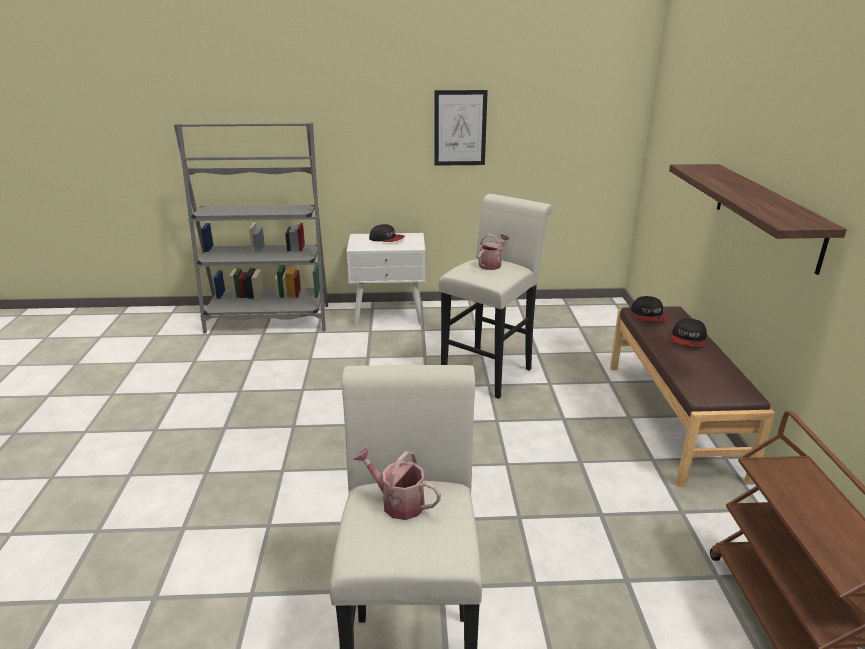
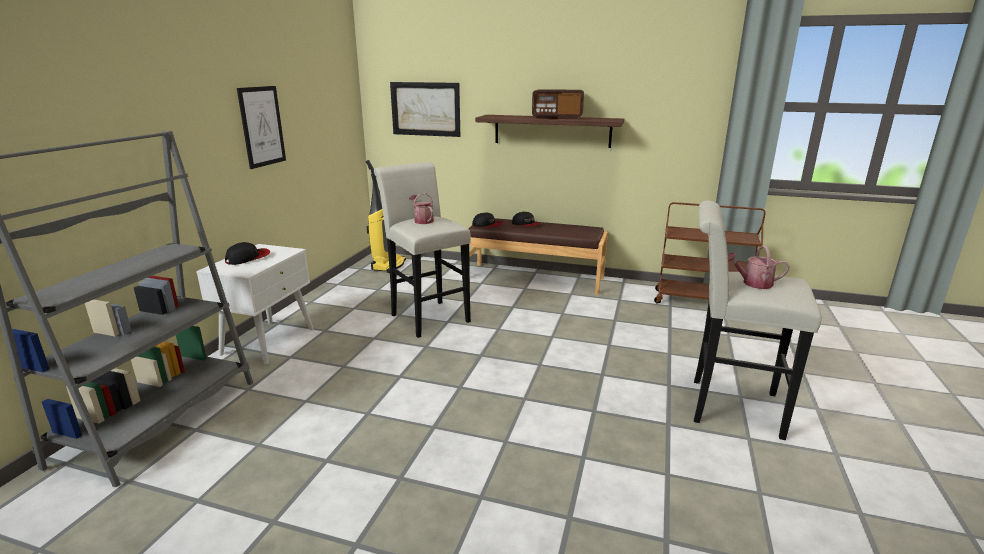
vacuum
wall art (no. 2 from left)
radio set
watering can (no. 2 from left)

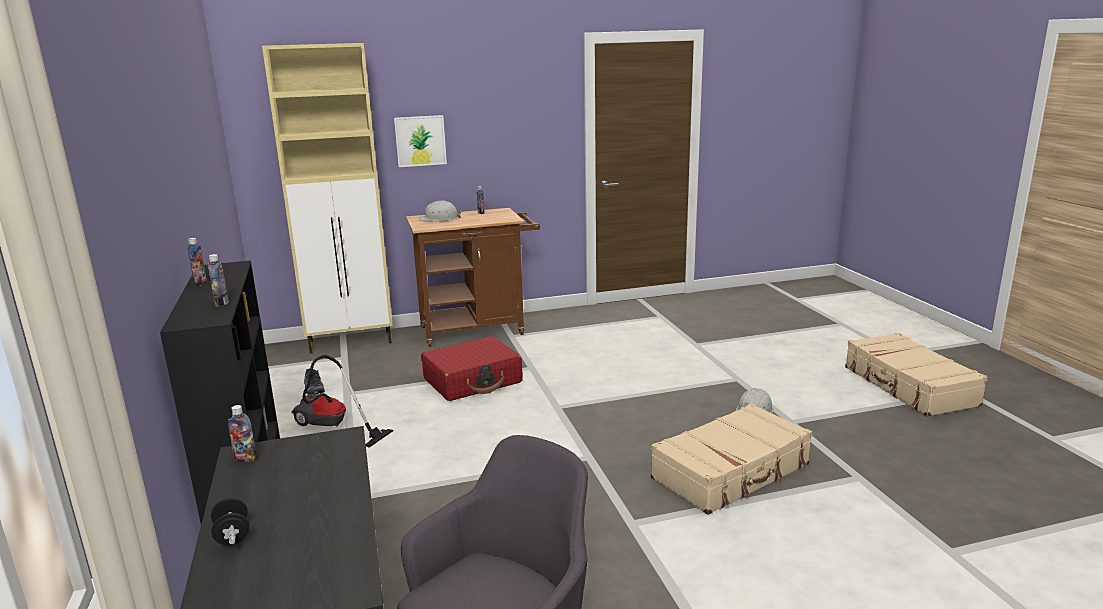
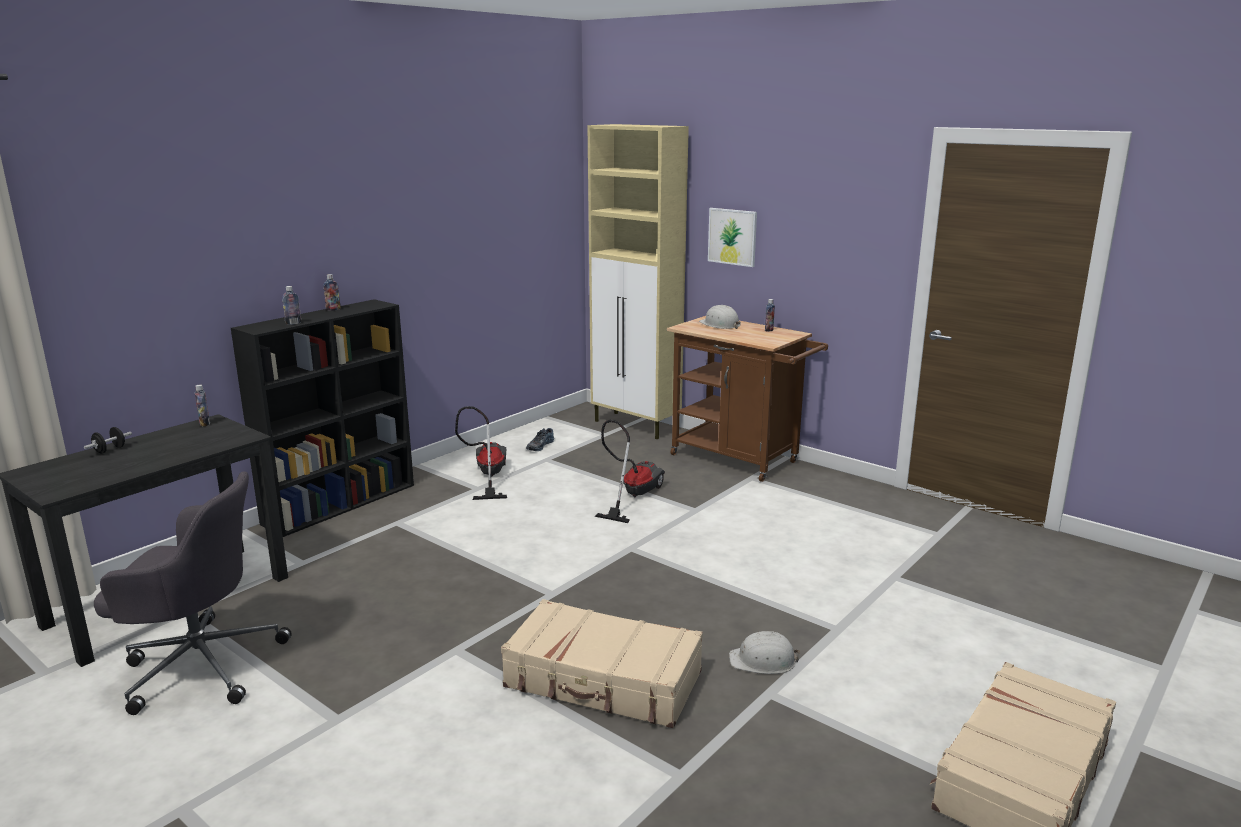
vacuum (no. 2 from left)

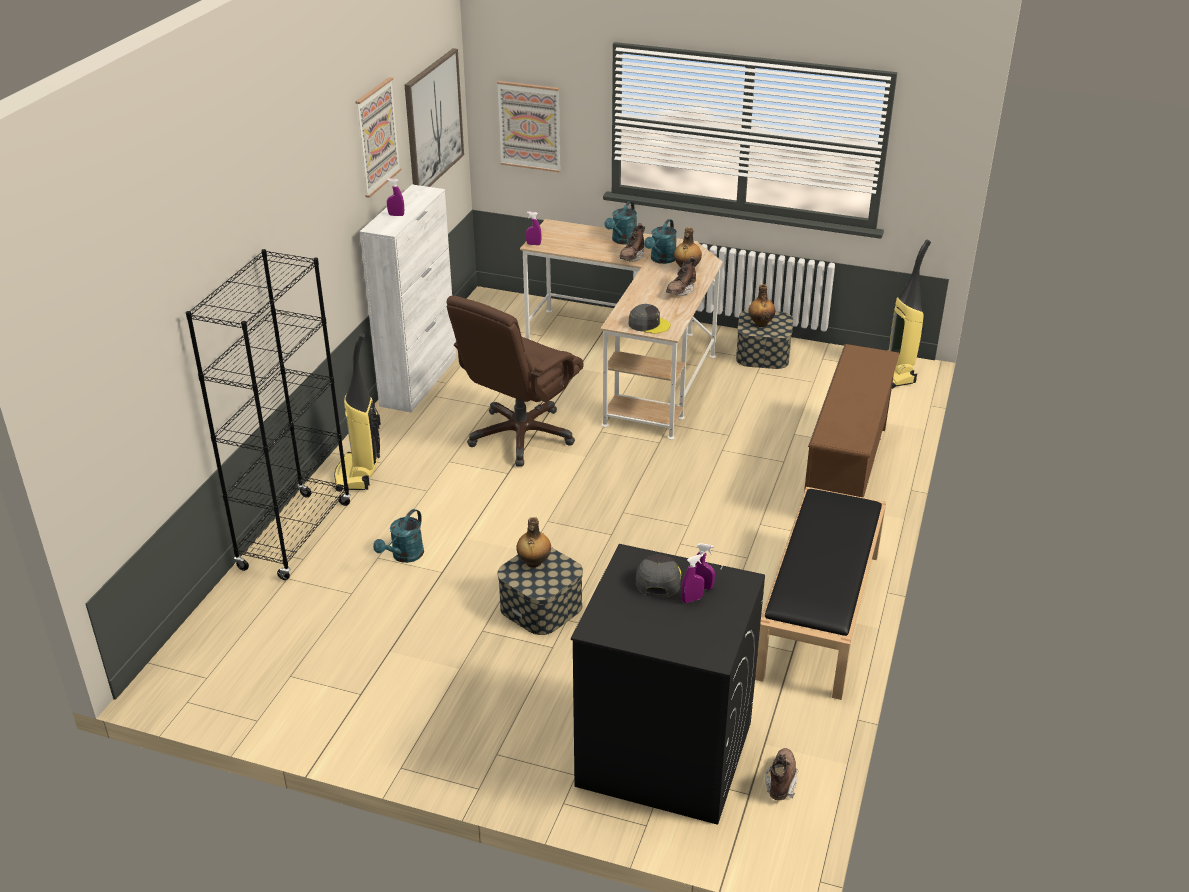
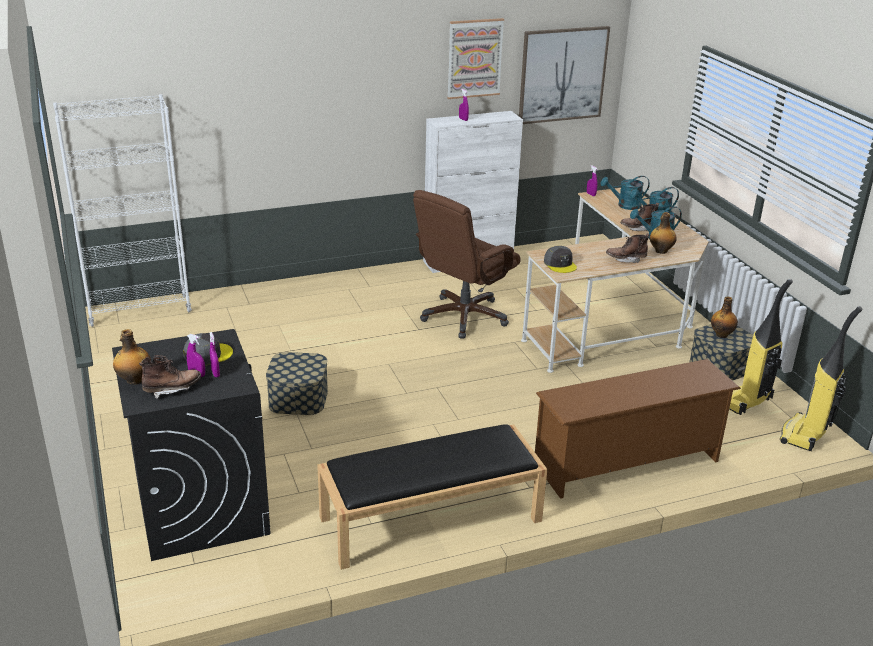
bookcase (whitish)
bottle (no. 1 from left)
tall boot (brown) (no. 1 from left)
office chair (brown)
watering can (blue-green) (no. 1 from left)
vacuum (no. 1 from left)
bookcase (black)
wall art (no. 3 from left in the first image)

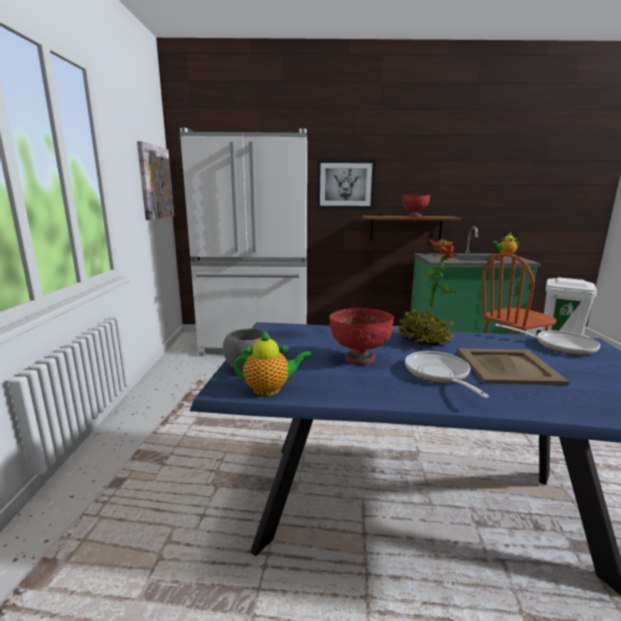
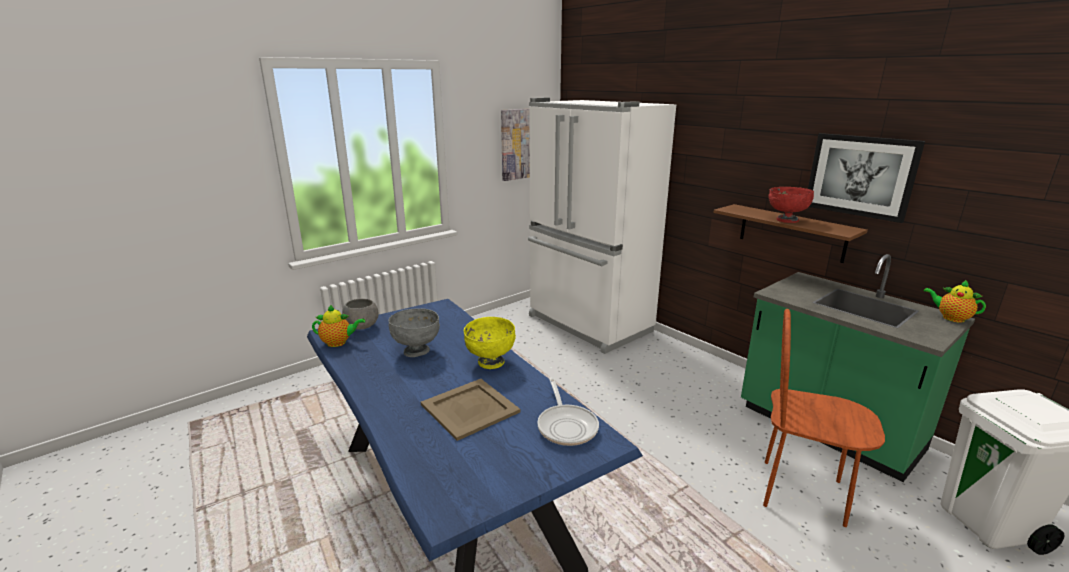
teapot (no. 1 from left)
deep dish (gray) (no. 2 from left)
deep dish (yellow-coloured)
wall art (no. 2 from left)
frying pan (no. 1 from left in the first image)

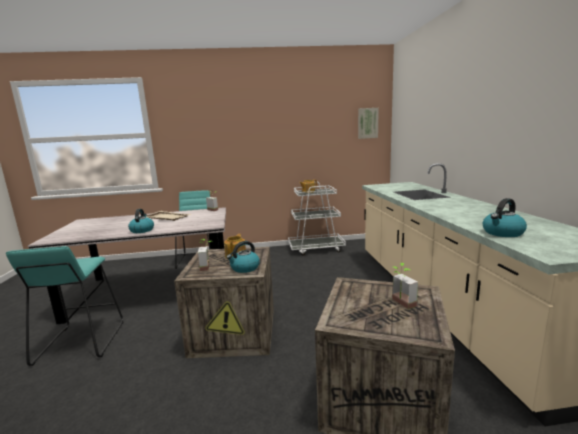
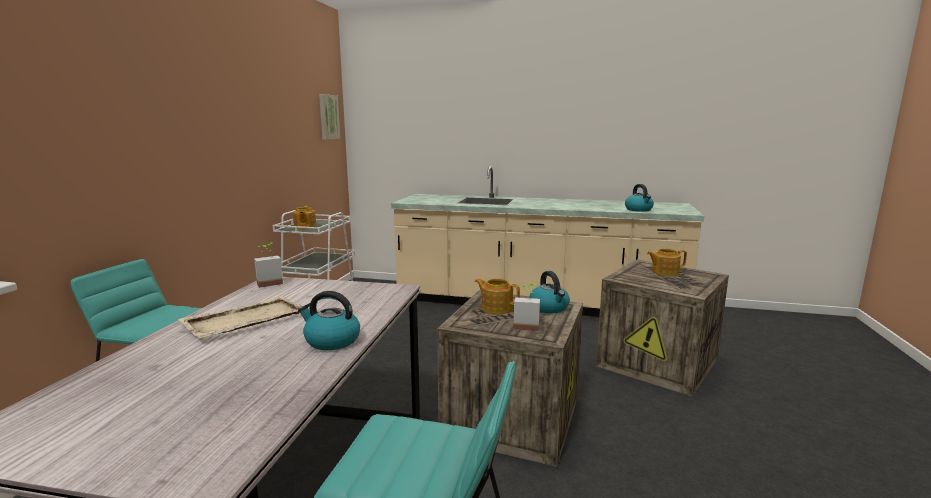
teapot (no. 3 from left)

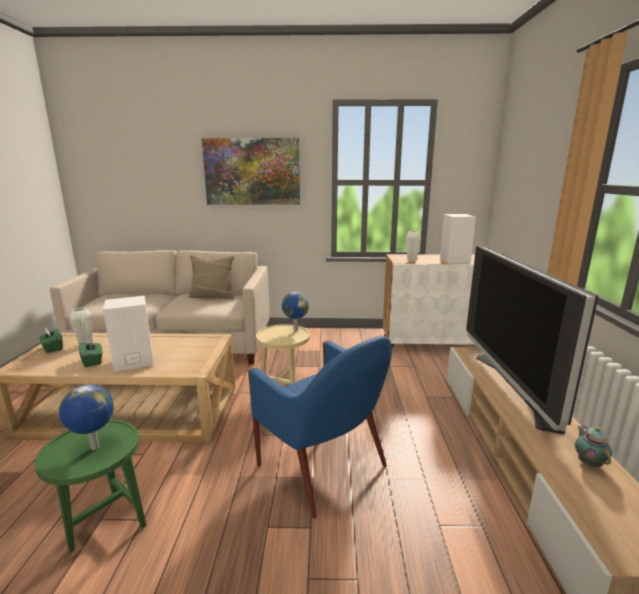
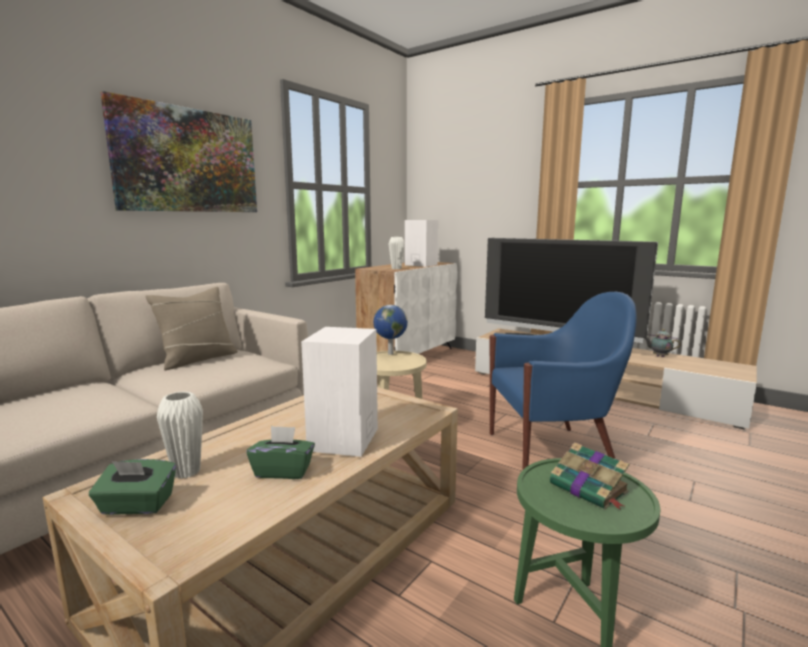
bound book

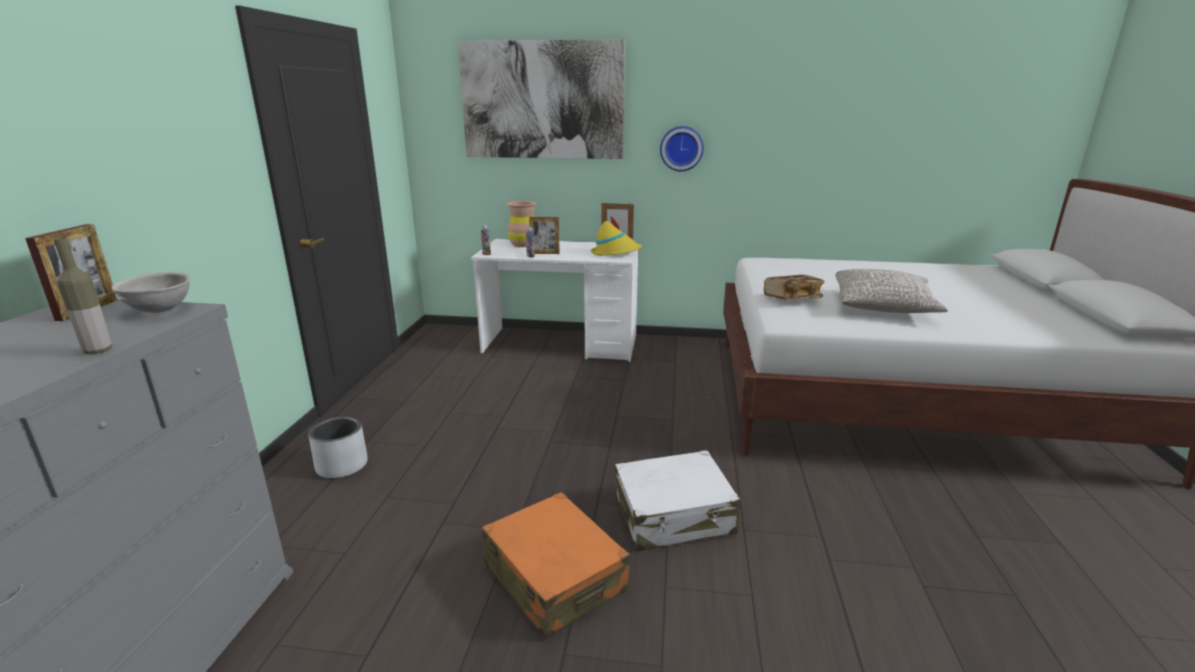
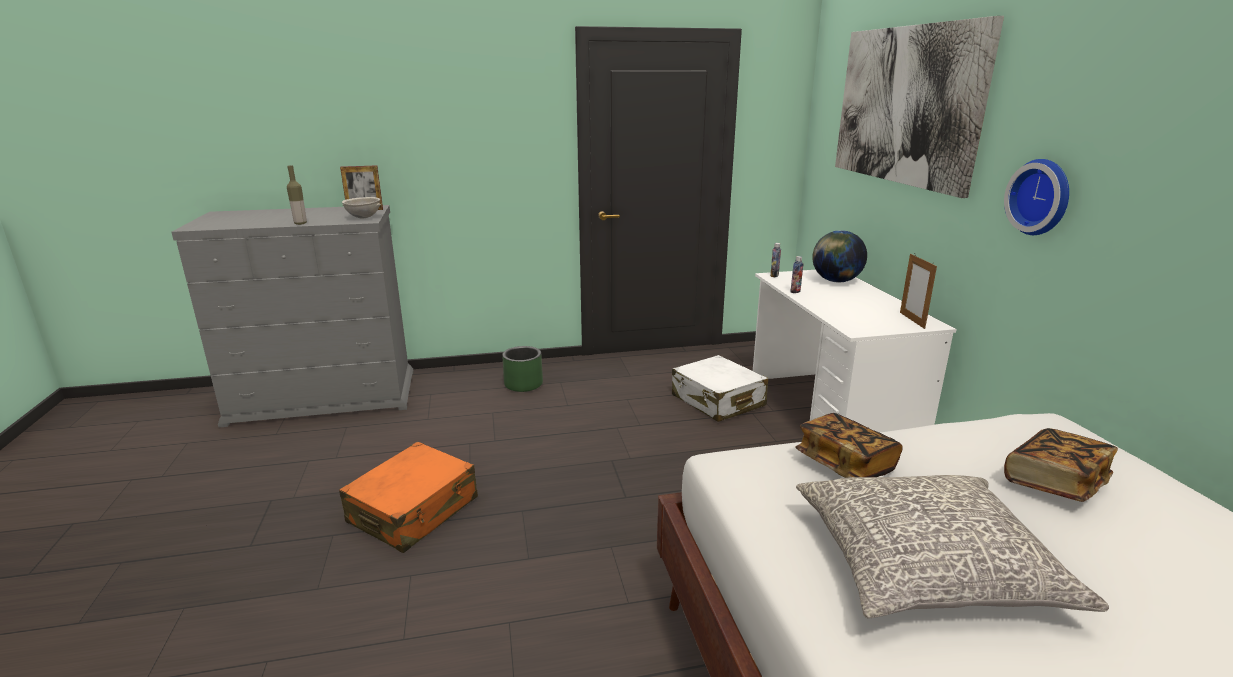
plant pot (green)
piece of luggage (whitish)
world globe
bound book (no. 2 from left)
standing frame (no. 2 from left in the first image)
hat (yellow-coloured)

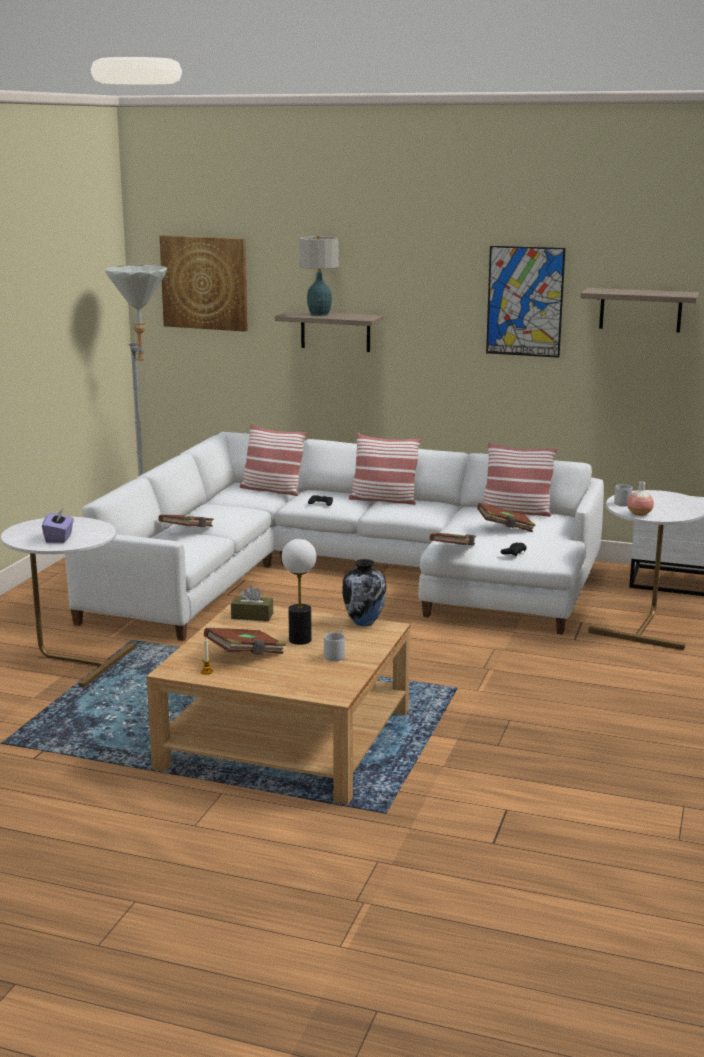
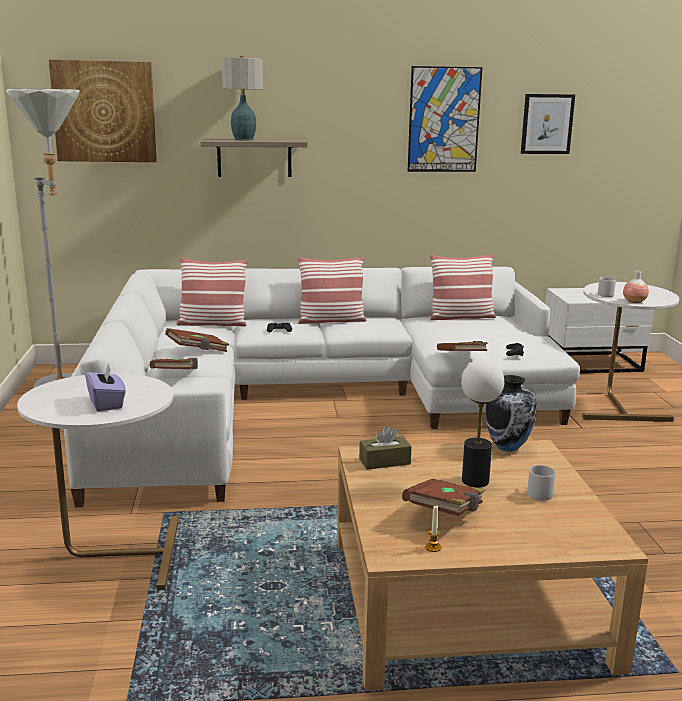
bound book (brown) (no. 2 from left)
wall art (no. 3 from left)

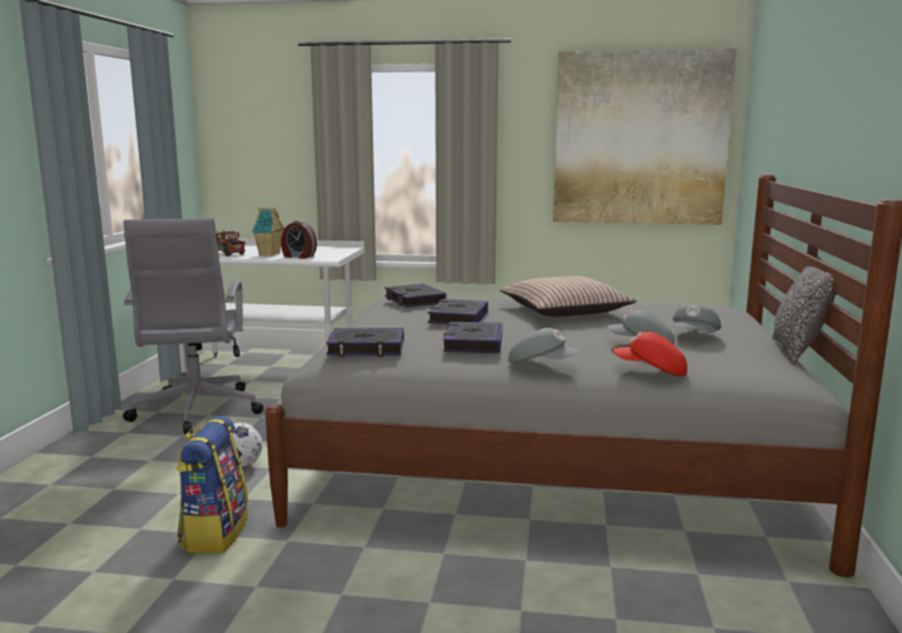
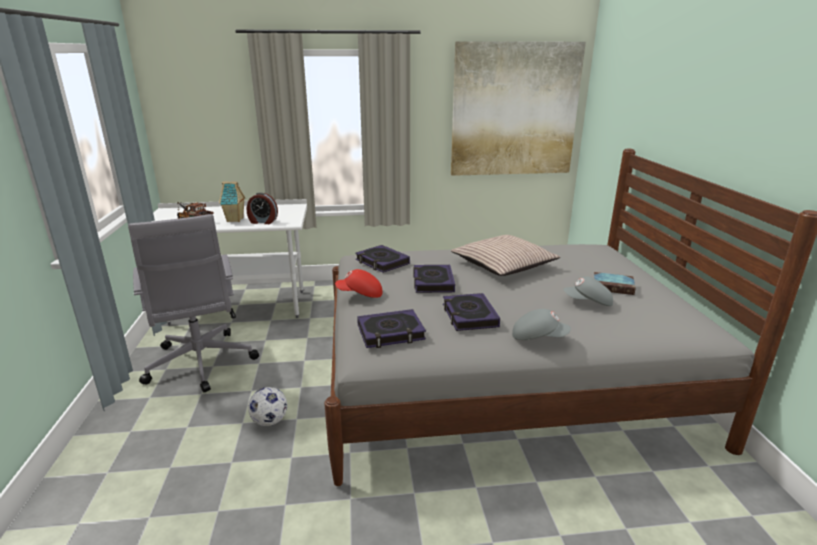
peaked cap (red)
bound book (no. 5 from left)
knapsack
pillow (no. 2 from left in the first image)

